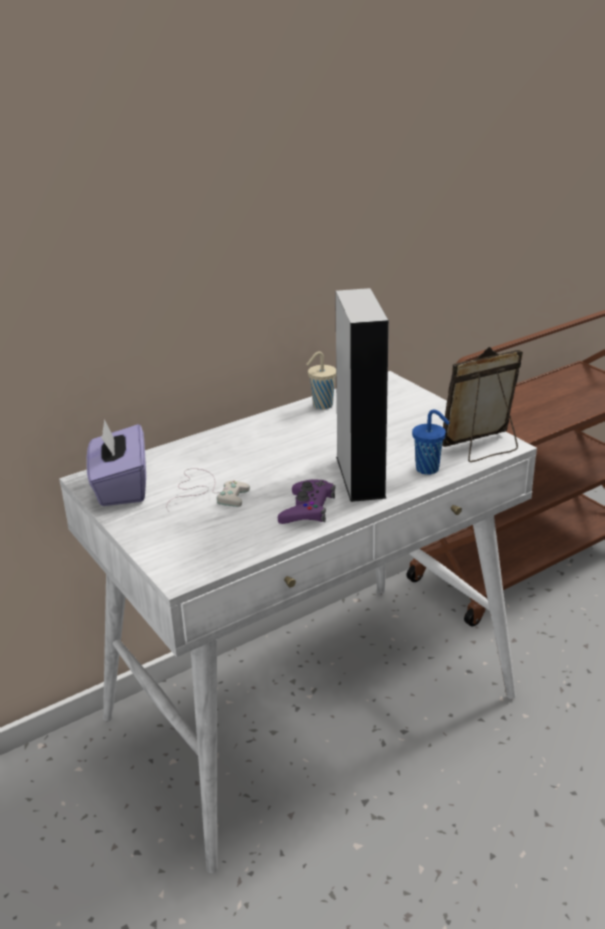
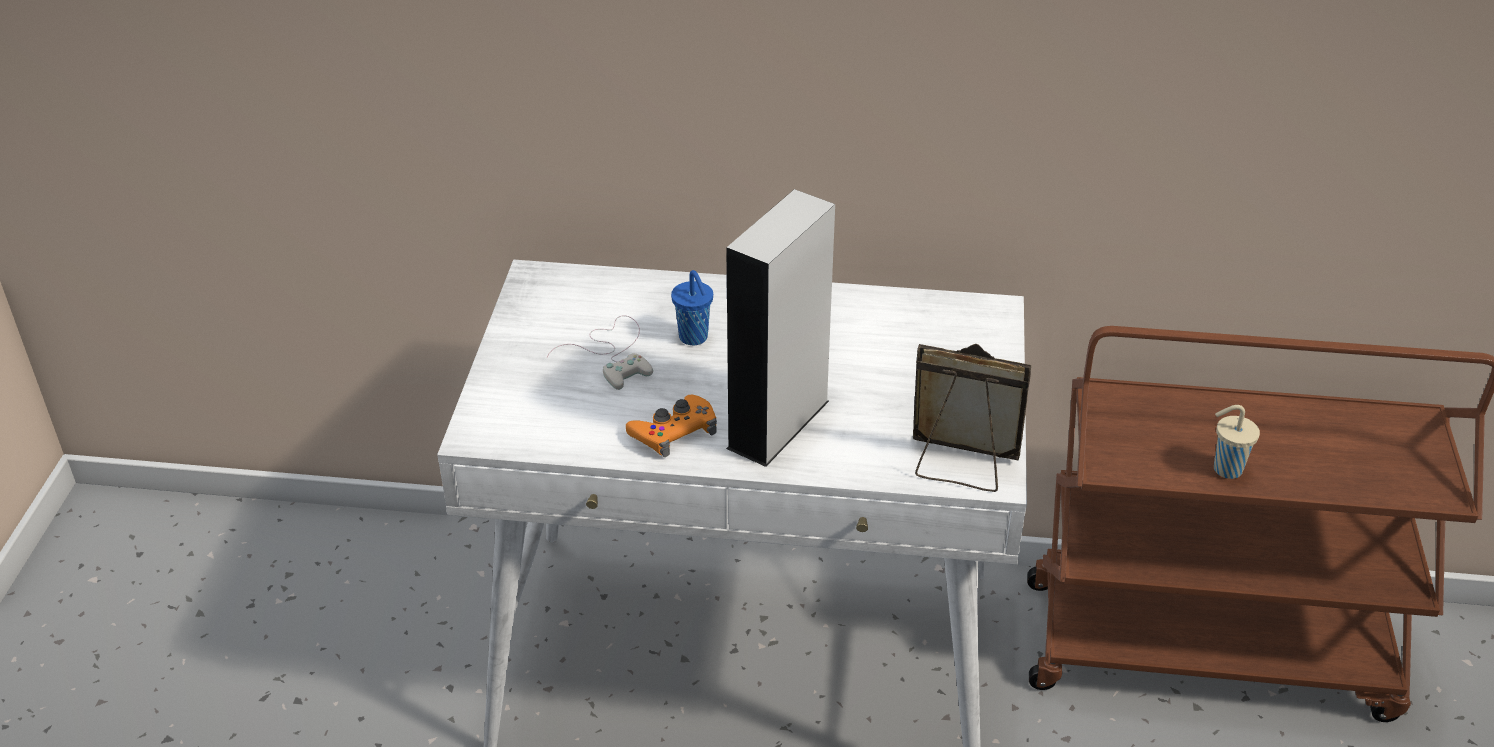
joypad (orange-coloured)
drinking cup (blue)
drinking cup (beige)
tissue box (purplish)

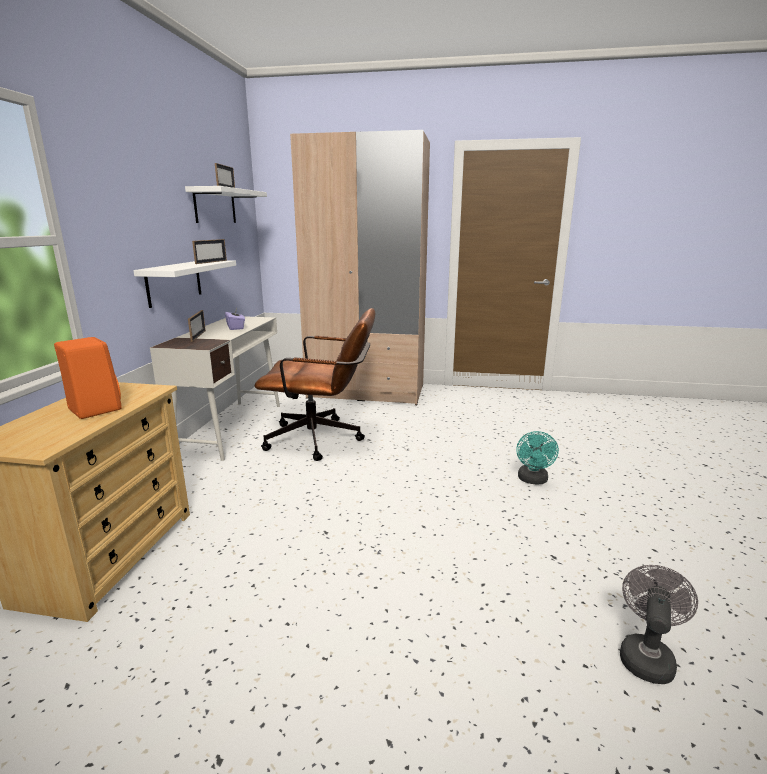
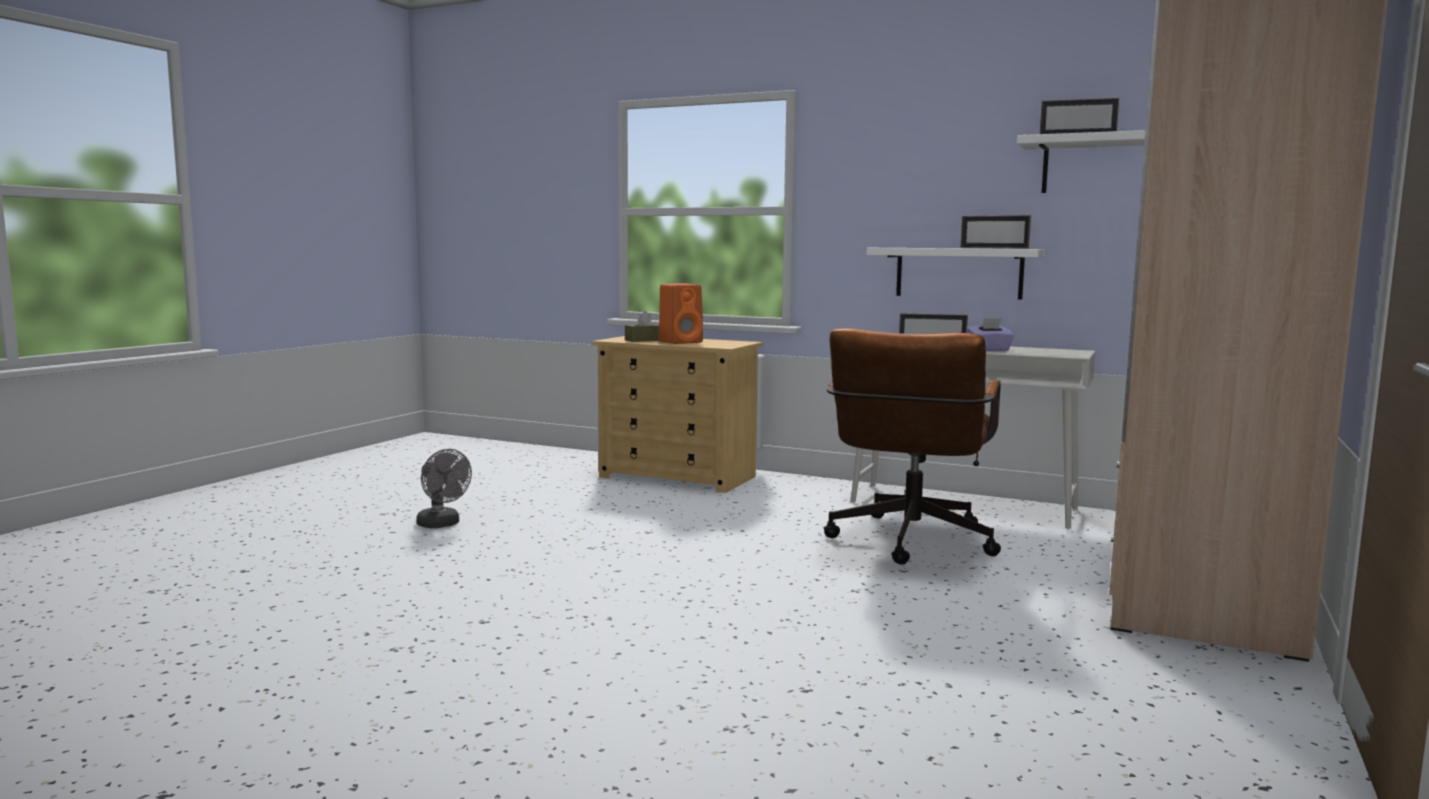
electric fan (gray)
tissue box (brown)
electric fan (blue-green)

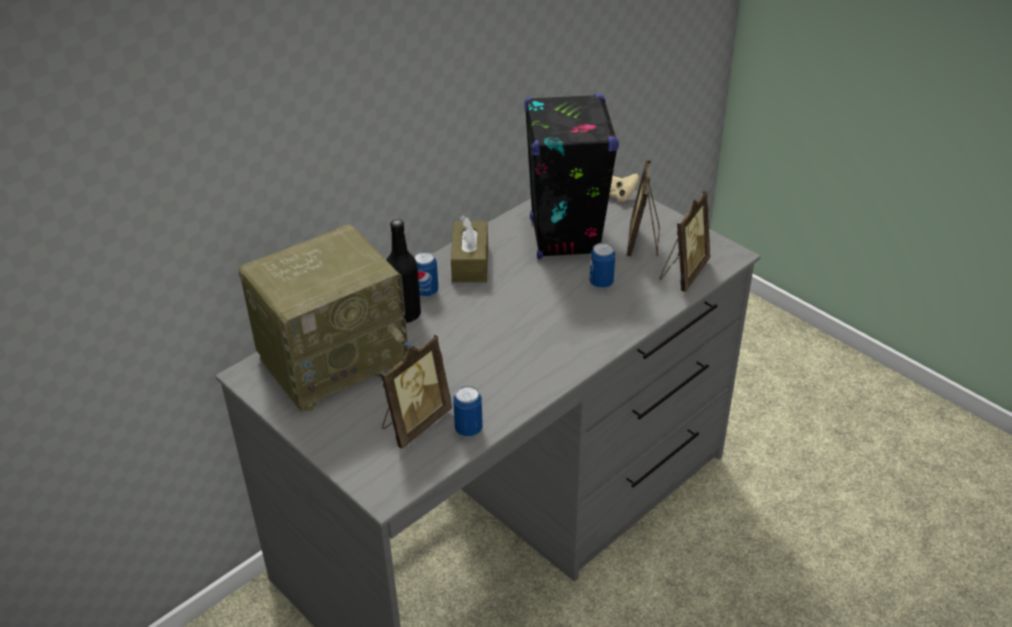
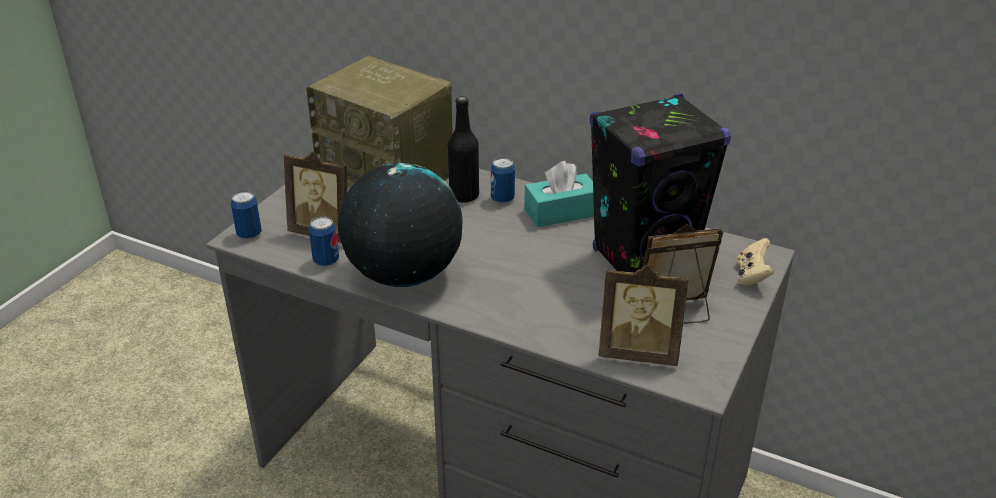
sealed can (no. 1 from left)
world globe
tissue box (blue-green)

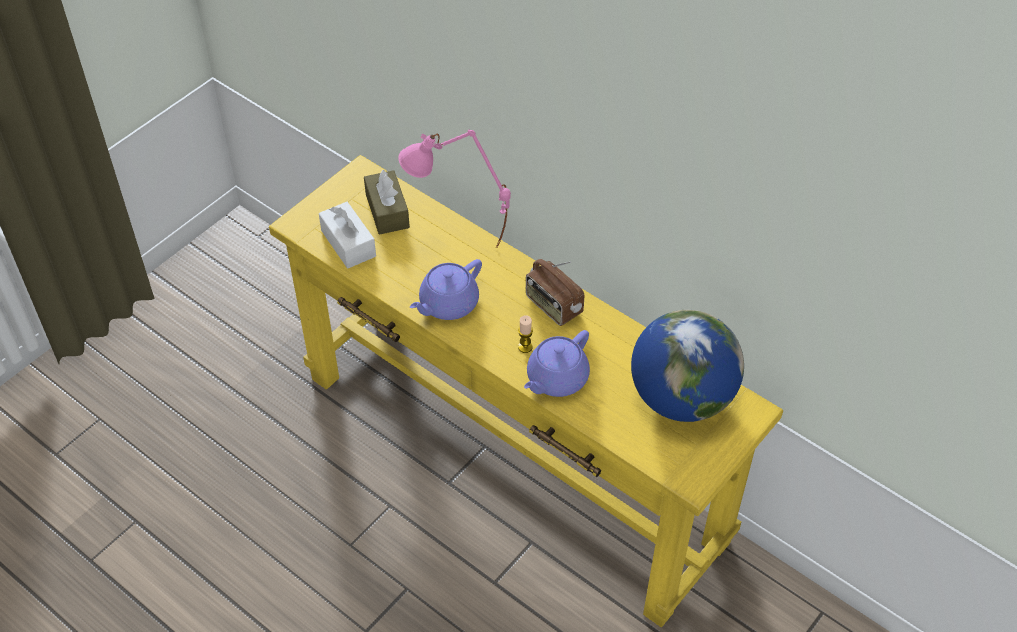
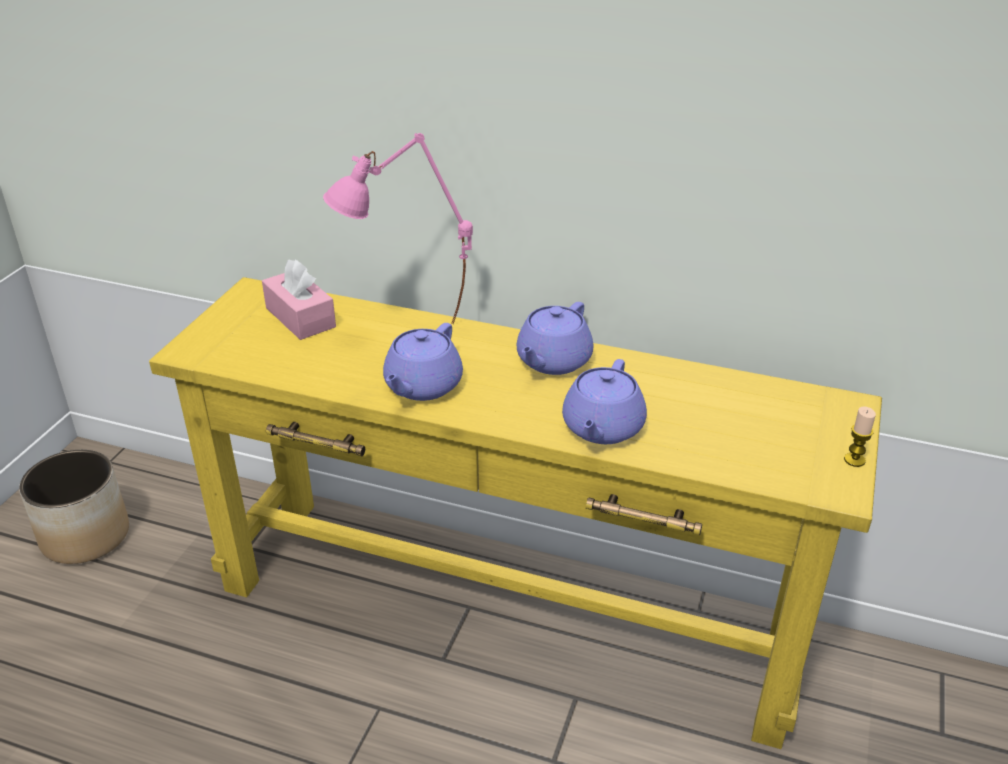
plant pot
tissue box (pink)
teapot (purplish) (no. 2 from left)
candle
tissue box (whitish)
world globe

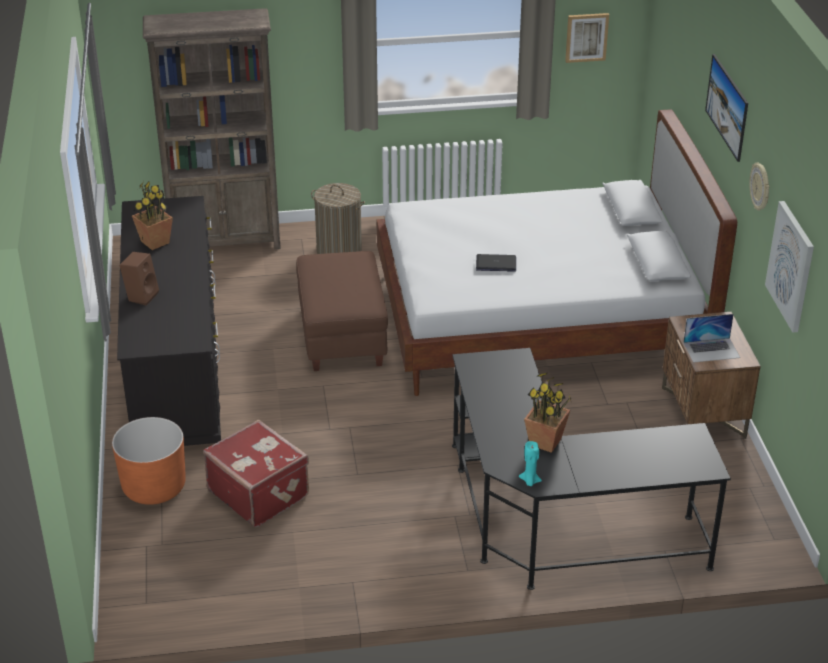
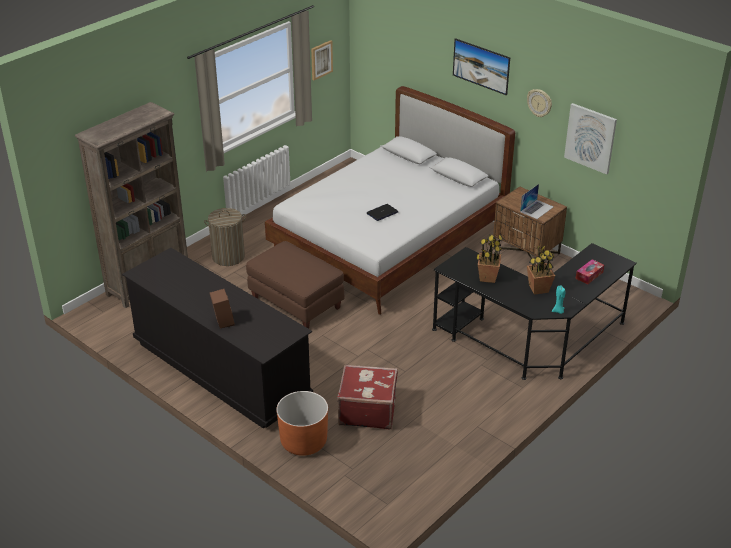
plant in a pot (no. 1 from left)
tissue box

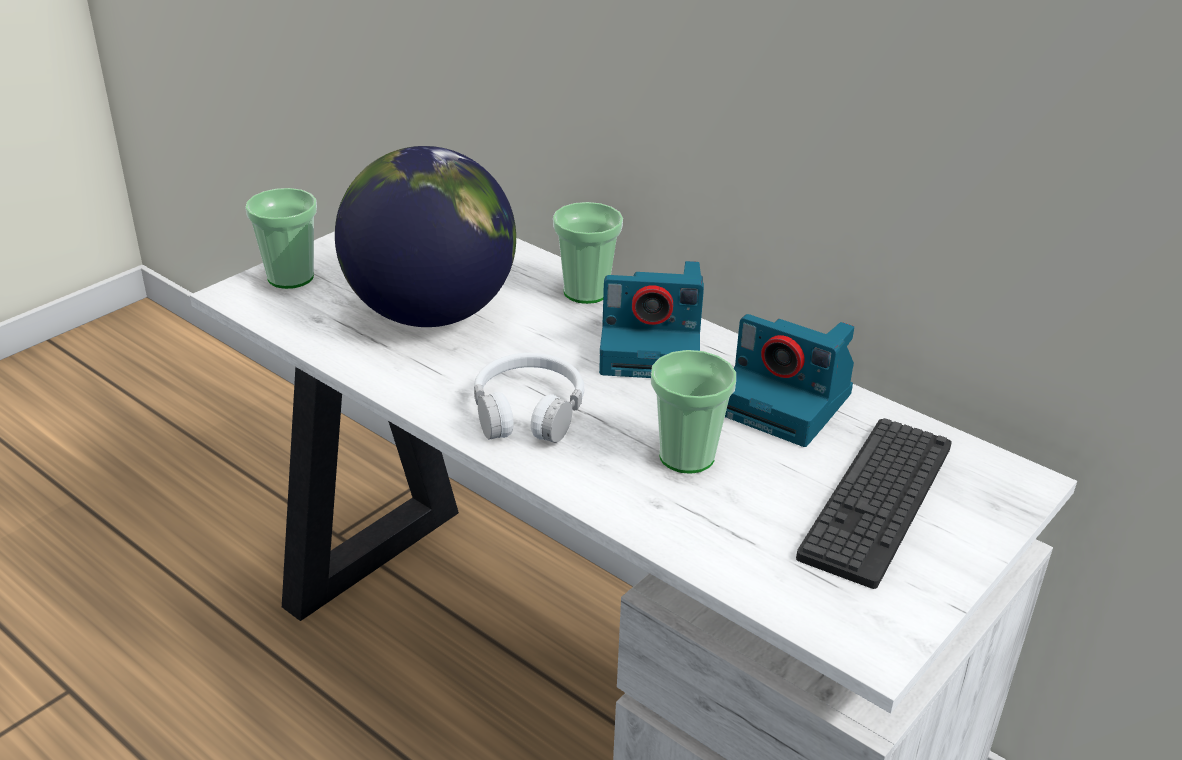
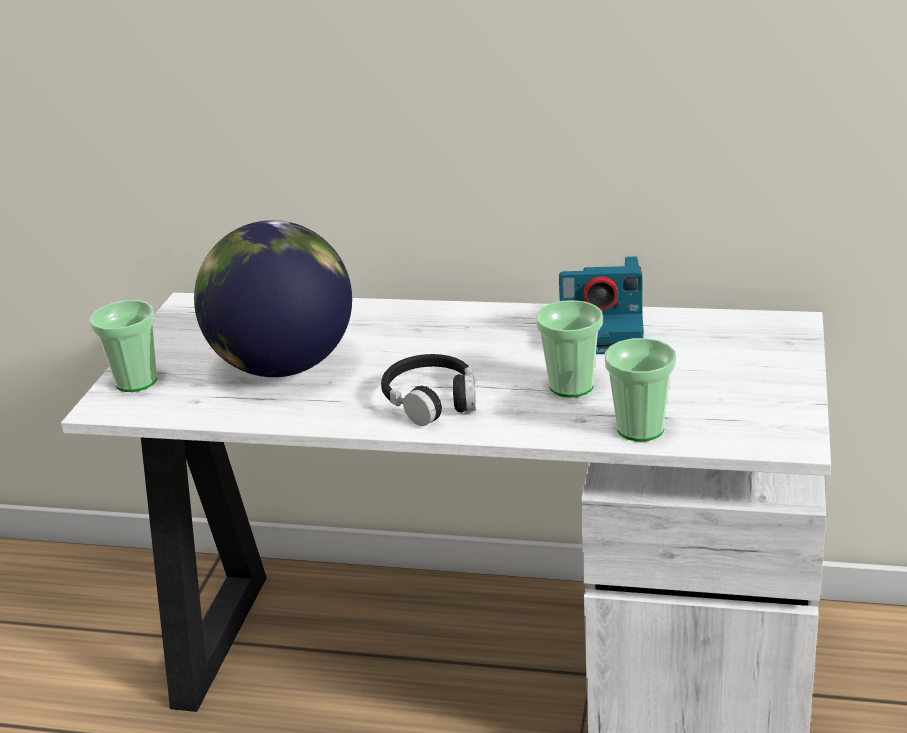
headphones (black)
drinking cup (no. 3 from left)
photo camera (no. 1 from left in the first image)
PC keyboard

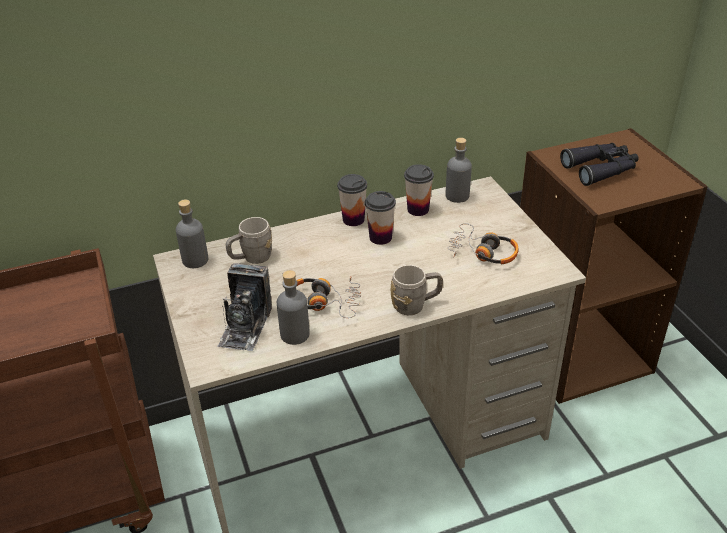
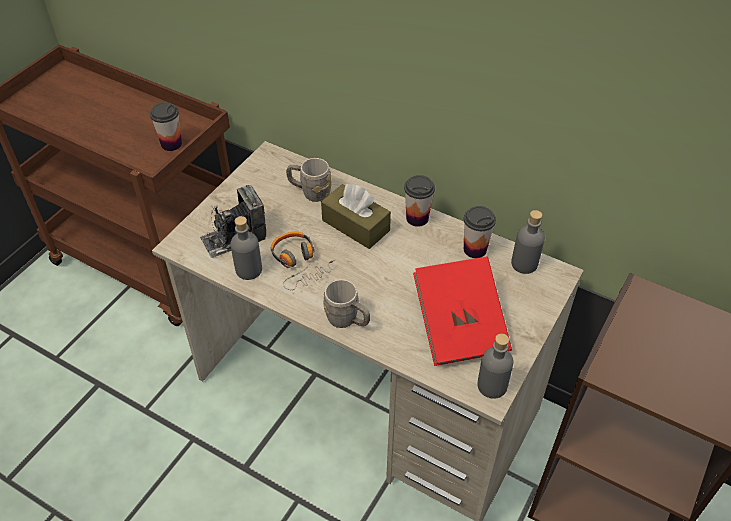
drinking cup (no. 1 from left)
tissue box (brown)
bound book (red)
bottle (gray) (no. 2 from left)
binoculars (black)

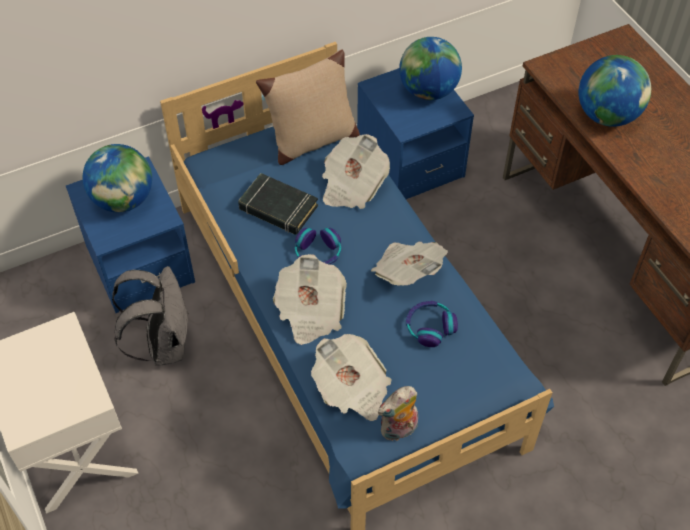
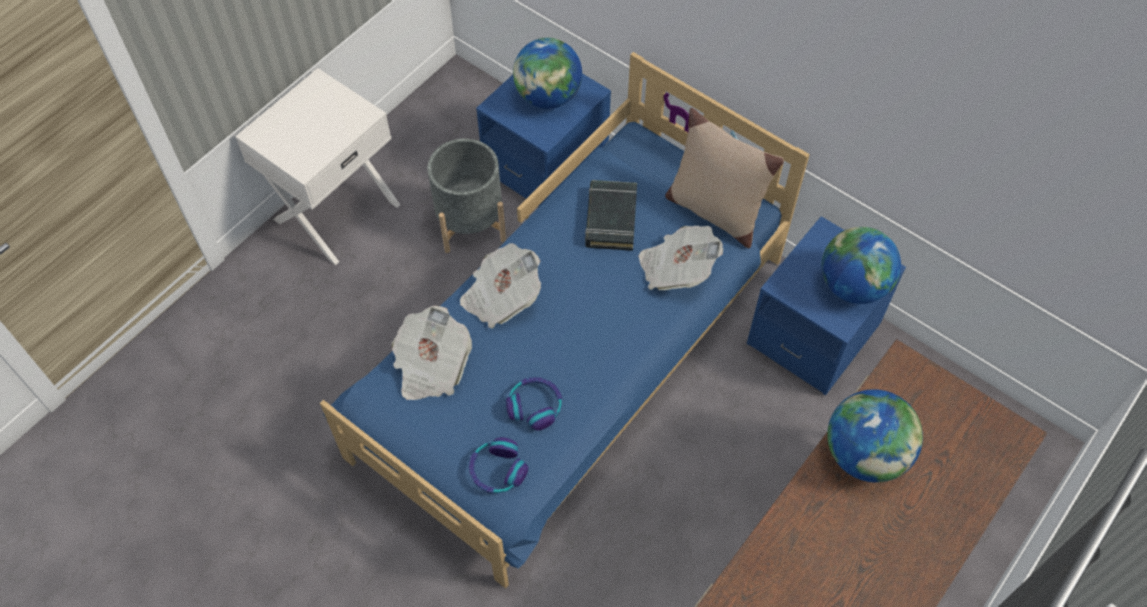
plant pot (gray)
headphones (no. 1 from left)
printed paper (no. 4 from left in the first image)
cuddly toy

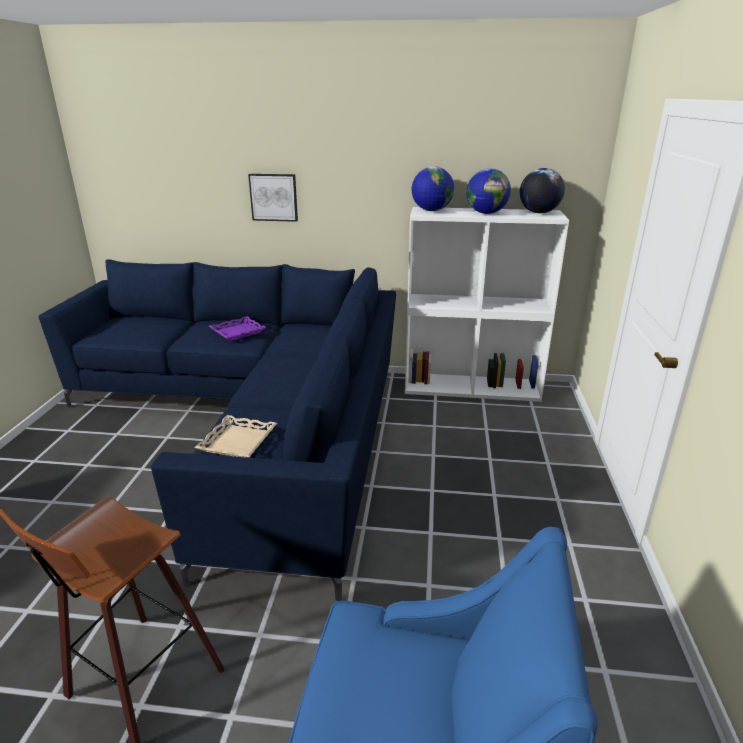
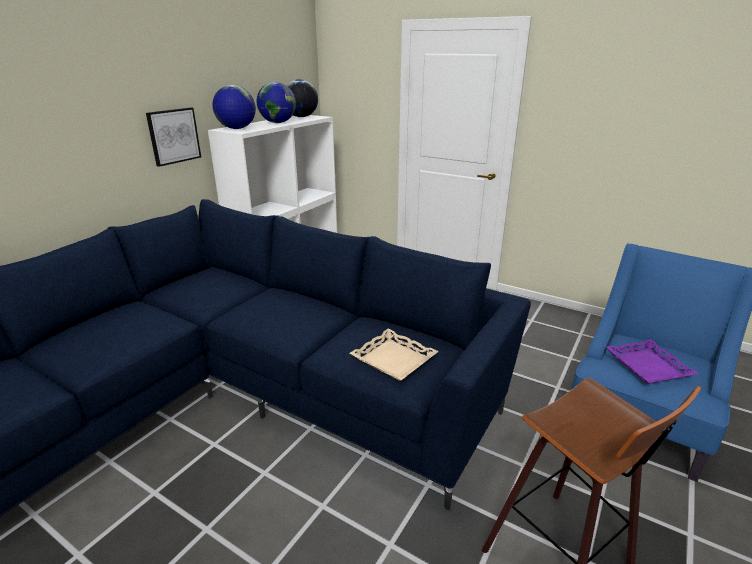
wall art
tray (purplish)

